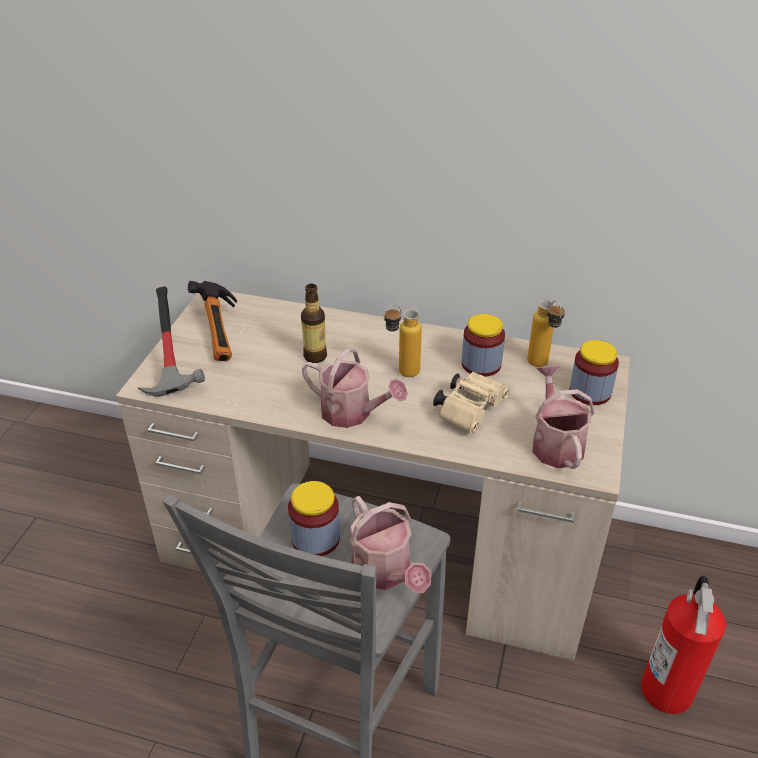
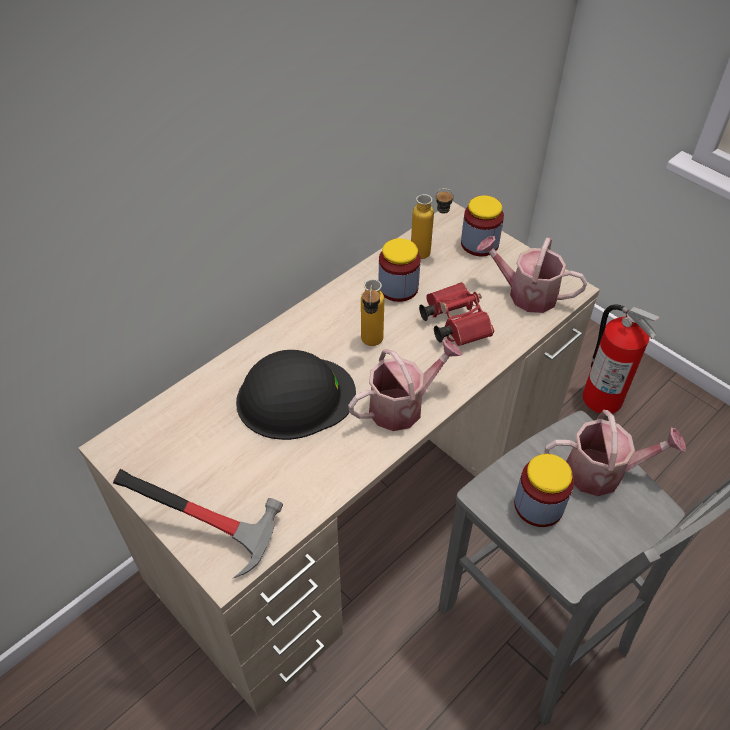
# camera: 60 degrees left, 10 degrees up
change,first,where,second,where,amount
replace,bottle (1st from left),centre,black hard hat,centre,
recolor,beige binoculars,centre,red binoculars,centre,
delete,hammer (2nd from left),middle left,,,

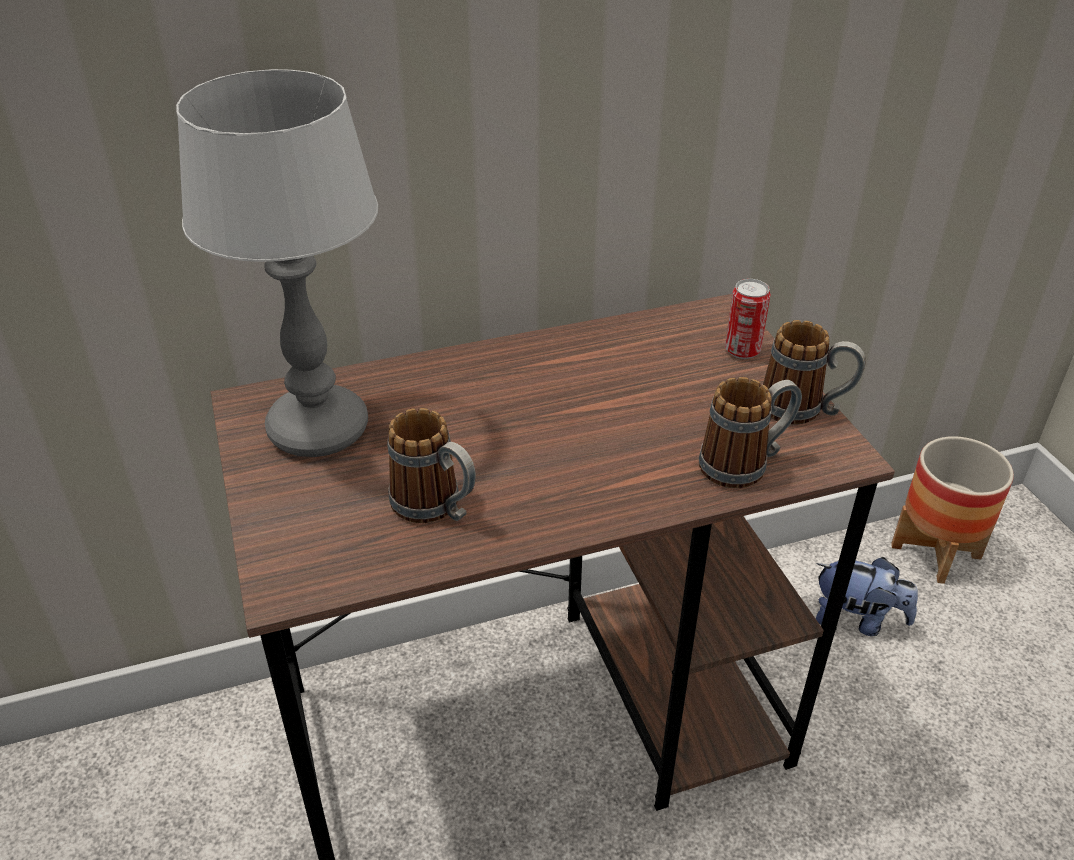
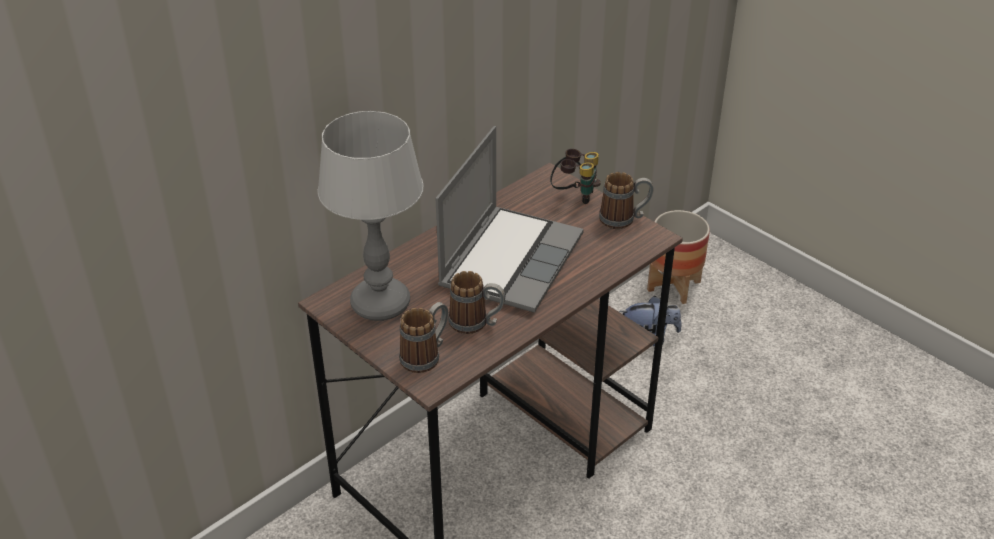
# camera: 25 degrees left, 0 degrees up
change,first,where,second,where,amount
move,mug (2nd from left in the first image),middle right,mug (1st from left),centre,
insert,,,laptop,centre,
replace,can,middle right,binoculars,top centre,

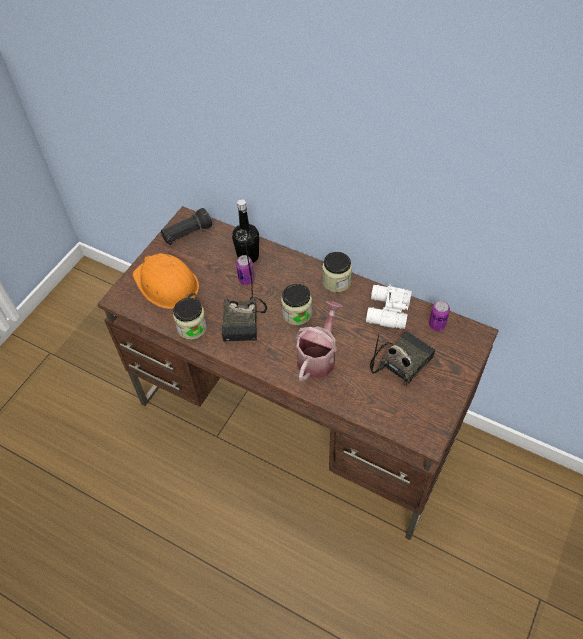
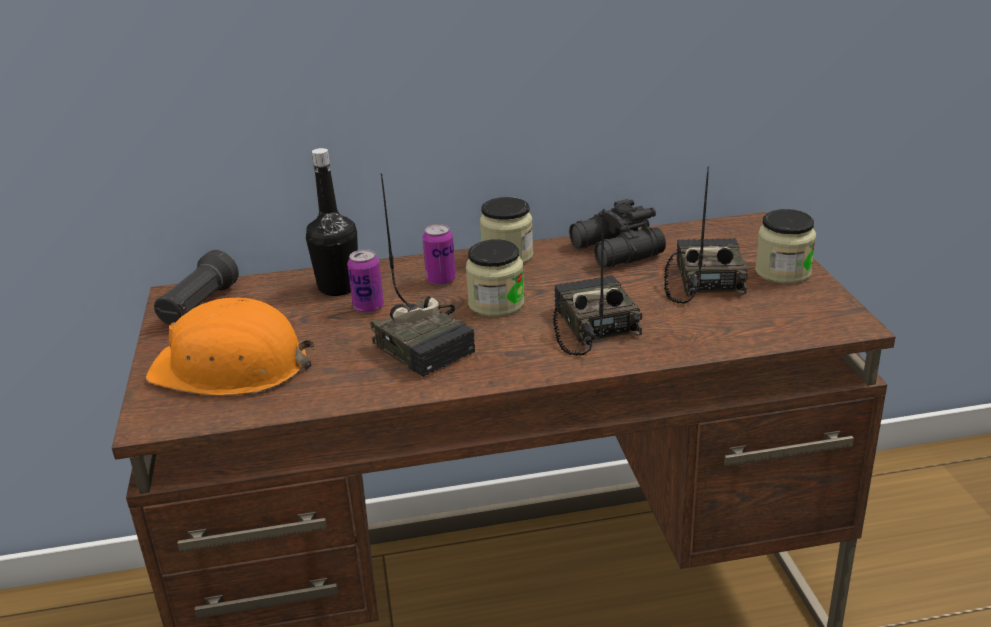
# camera: 40 degrees left, 25 degrees down
change,first,where,second,where,amount
move,can (2nd from left),middle right,,centre,
replace,watering can,centre,radio (2nd from left),centre,
recolor,white binoculars,middle right,black binoculars,centre,
move,jar (1st from left in the first image),middle left,jar (3rd from left),middle right,

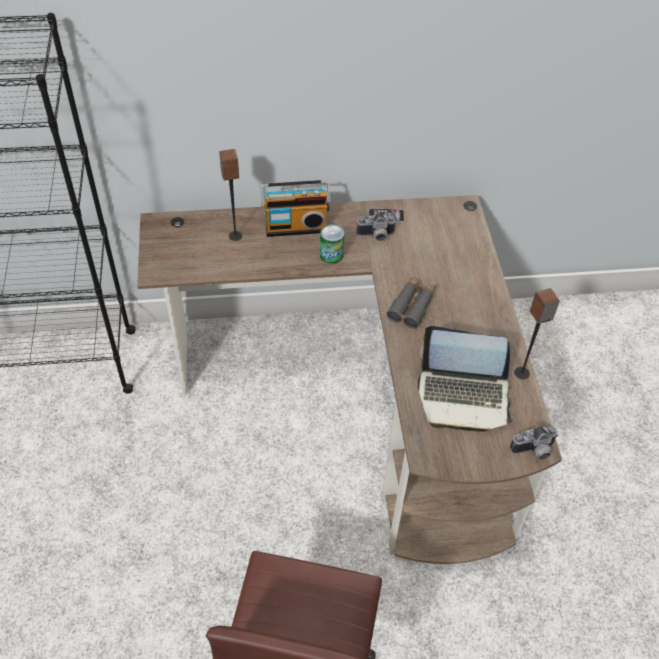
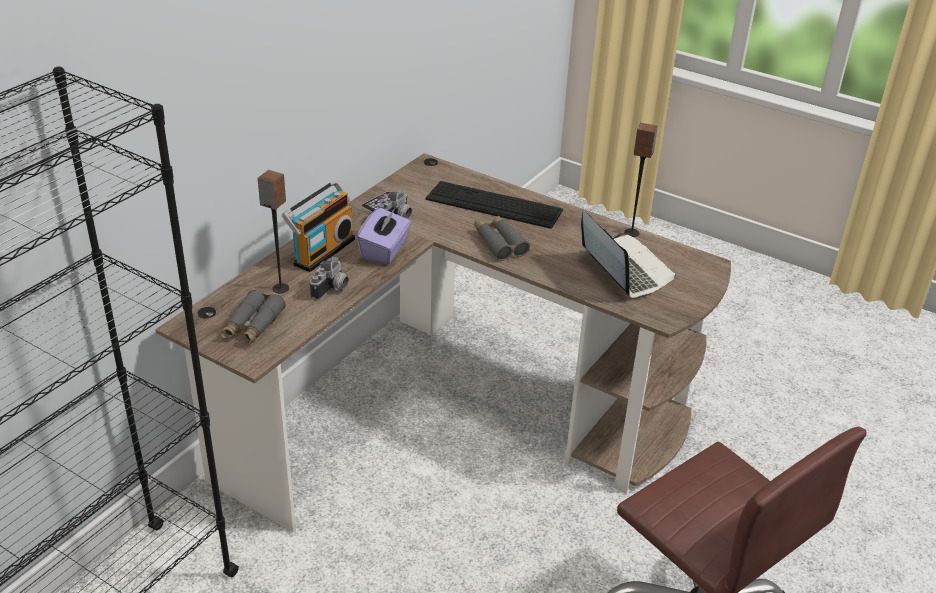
# camera: 50 degrees left, 15 degrees down
change,first,where,second,where,amount
insert,,,grey binoculars (1st from left),middle left,
move,photo camera (2nd from left in the first image),bottom right,photo camera (1st from left),centre,
replace,can,centre,purple tissue box,centre,
insert,,,keyboard,centre,
rotate,laptop,middle right,,middle right,75 degrees counterclockwise

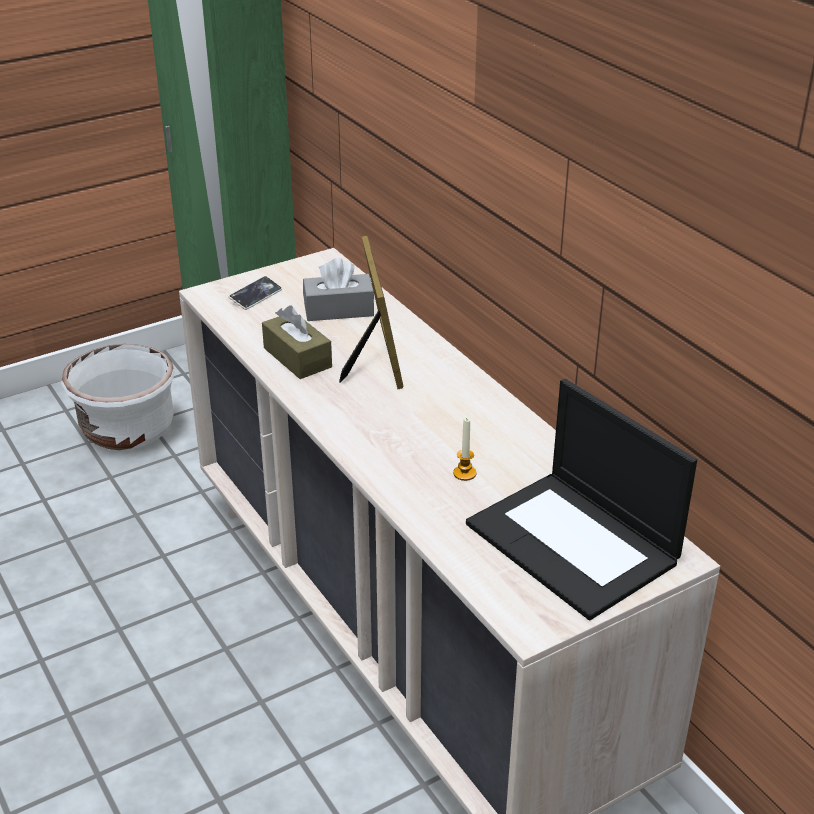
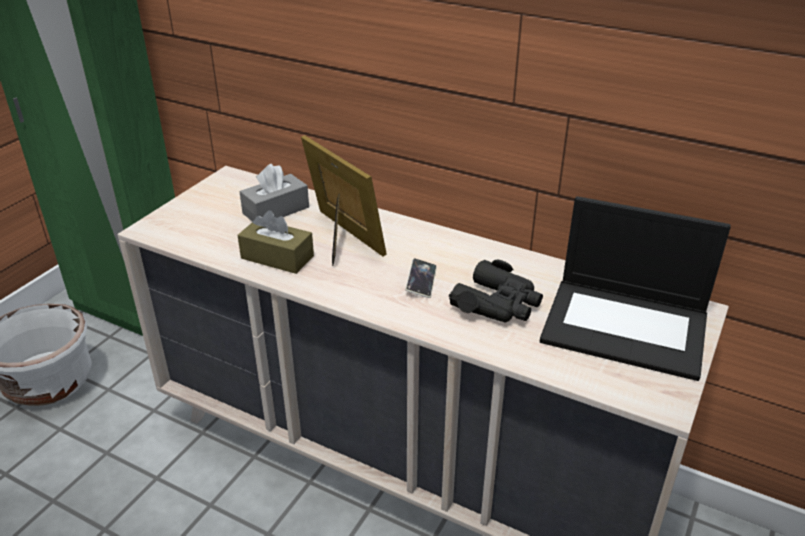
# camera: 30 degrees left, 0 degrees up
change,first,where,second,where,amount
move,phone,middle left,,centre,
replace,candle,centre,black binoculars,centre,

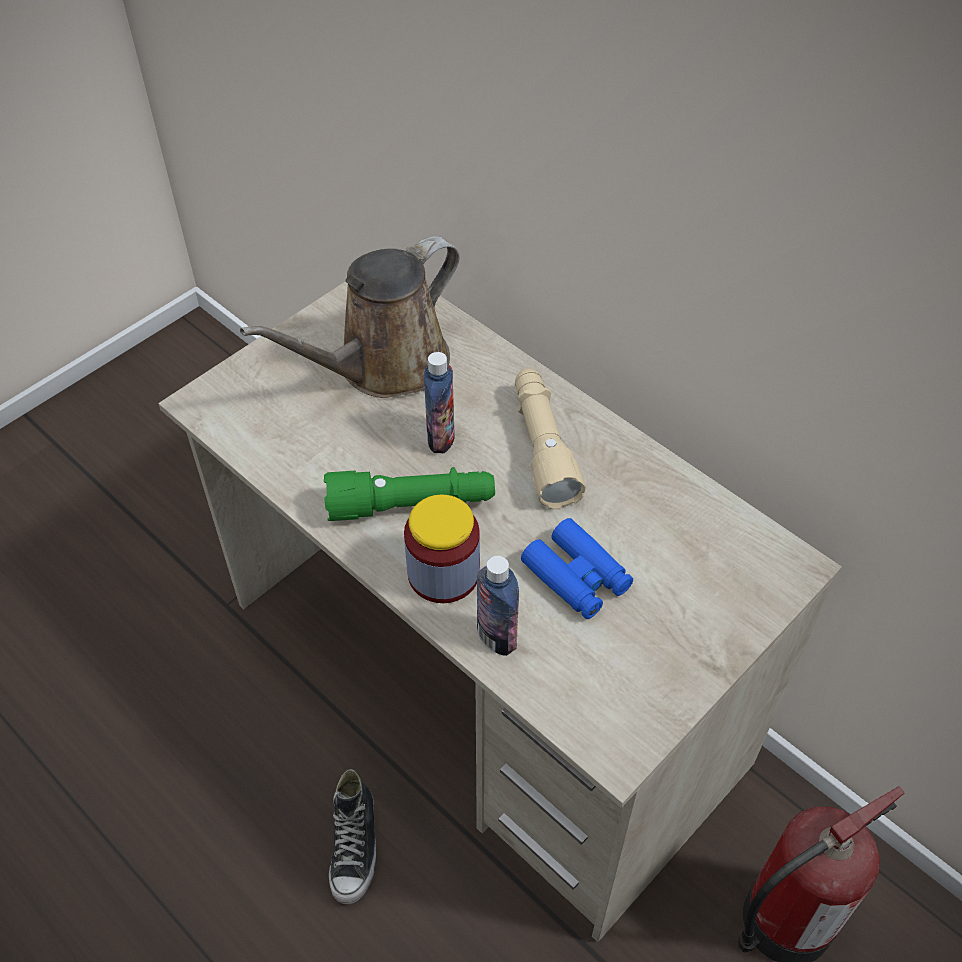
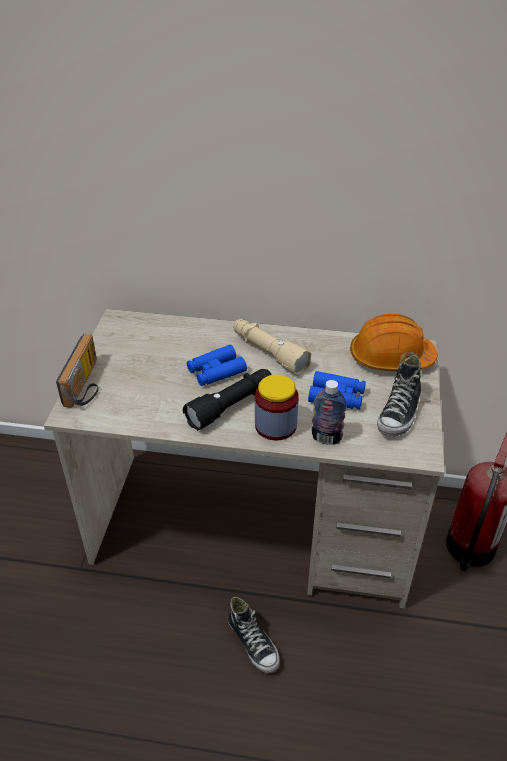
# camera: 35 degrees left, 10 degrees down
change,first,where,second,where,amount
insert,,,radio,middle left,
recolor,green flashlight,centre,black flashlight,centre,
replace,bottle (1st from left),centre,blue binoculars (1st from left),centre,
insert,,,orange hard hat,middle right,
insert,,,shoe (2nd from left),middle right,
delete,brown watering can,top centre,,,

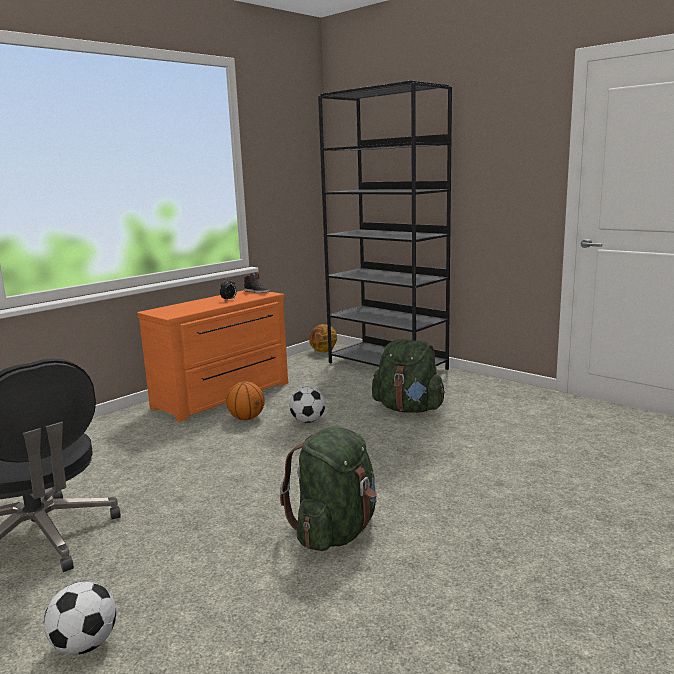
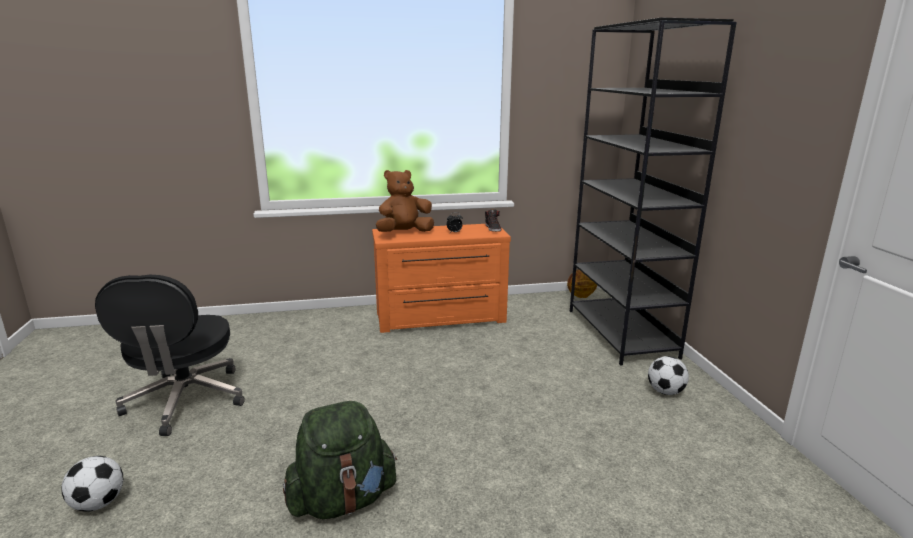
# camera: 35 degrees right, 5 degrees up
change,first,where,second,where,amount
insert,,,brown plush toy,centre,
move,football (2nd from left),centre,,bottom right,
delete,basketball (1st from left),centre,,,
delete,green backpack (2nd from left),centre,,,

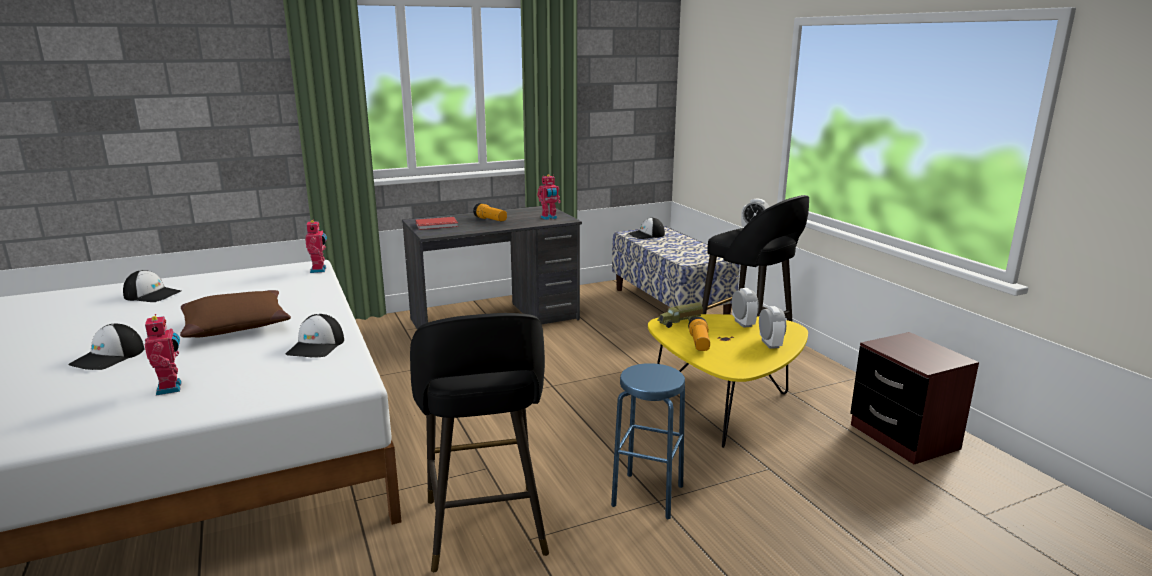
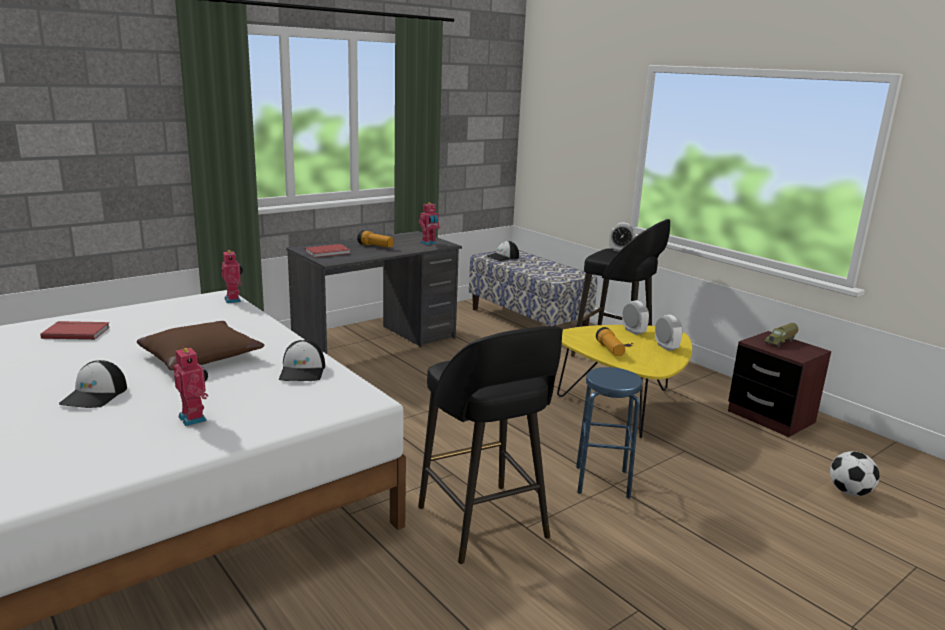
# camera: 15 degrees left, 0 degrees up
change,first,where,second,where,amount
replace,cap (2nd from left),middle left,red book (1st from left),middle left,
move,toy truck,centre,,middle right,
insert,,,football,bottom right,

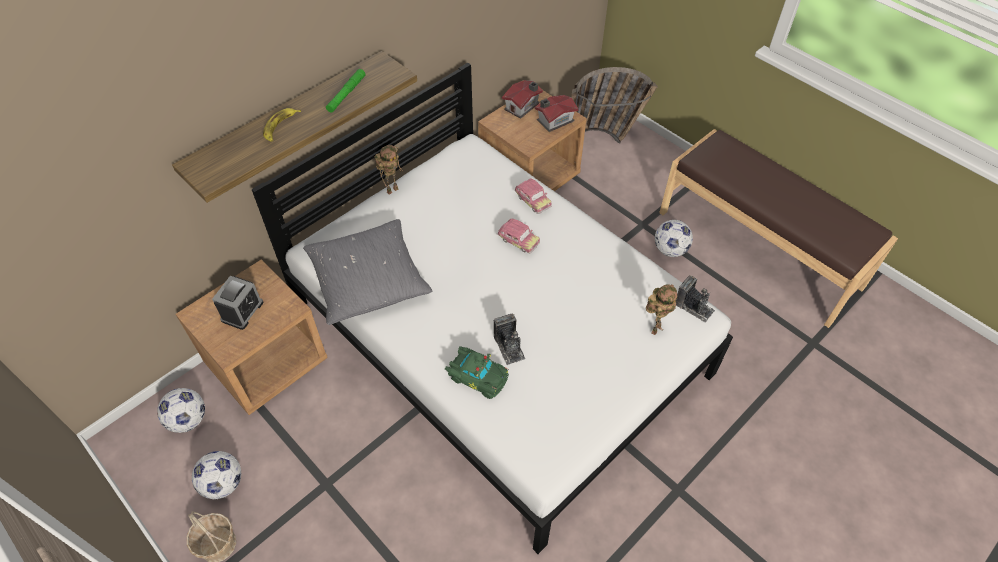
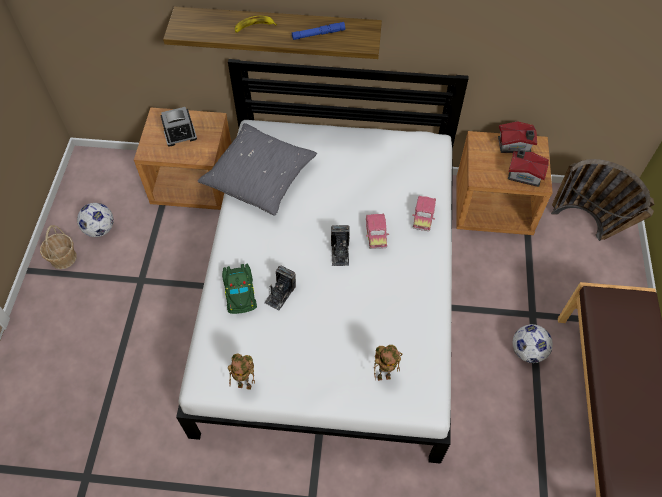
# camera: 50 degrees right, 5 degrees up
change,first,where,second,where,amount
move,toy robot (1st from left),top centre,,bottom centre,
recolor,green flashlight,top centre,blue flashlight,top centre,
move,photo camera (2nd from left),middle right,,centre,
delete,football (1st from left),bottom left,,,

